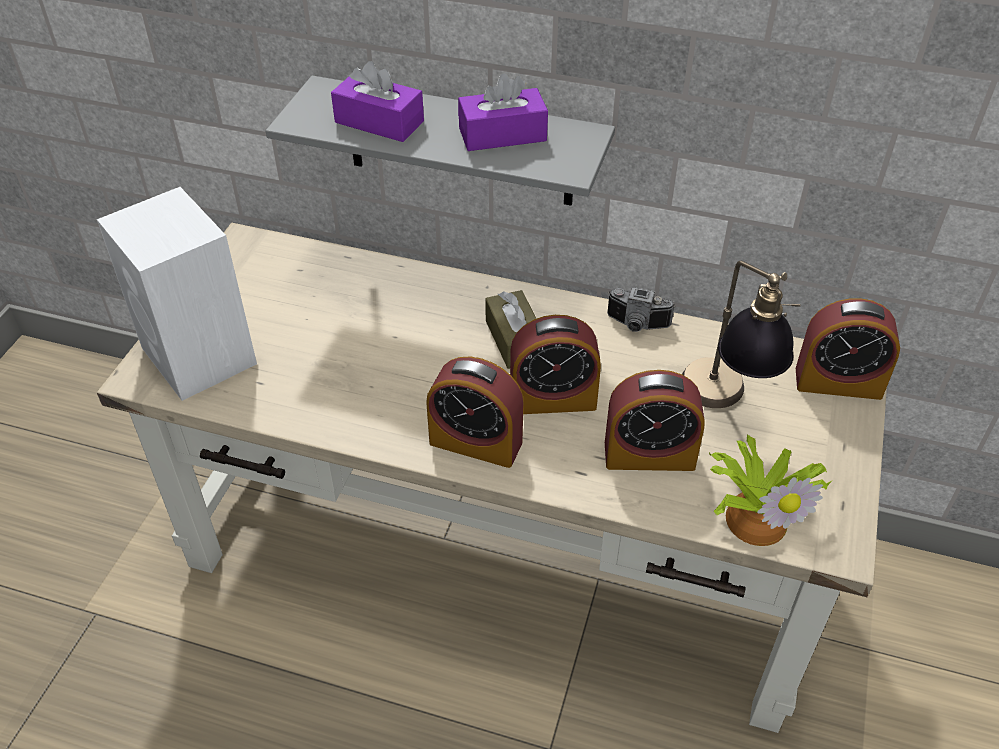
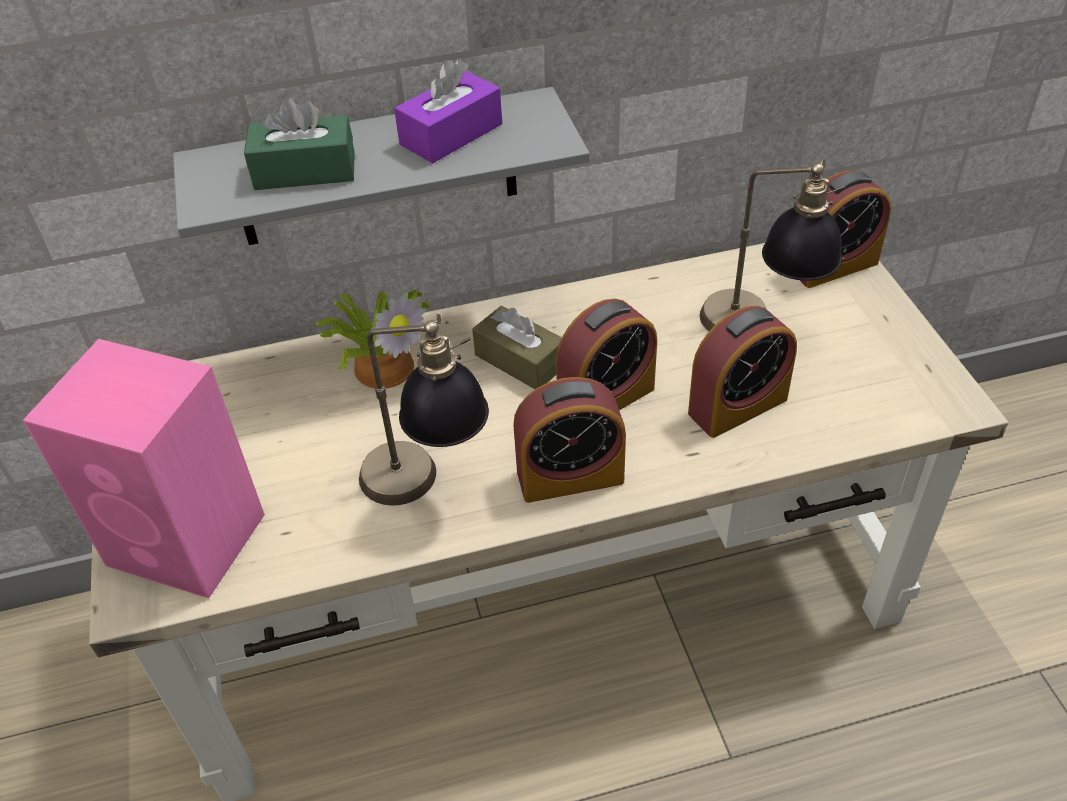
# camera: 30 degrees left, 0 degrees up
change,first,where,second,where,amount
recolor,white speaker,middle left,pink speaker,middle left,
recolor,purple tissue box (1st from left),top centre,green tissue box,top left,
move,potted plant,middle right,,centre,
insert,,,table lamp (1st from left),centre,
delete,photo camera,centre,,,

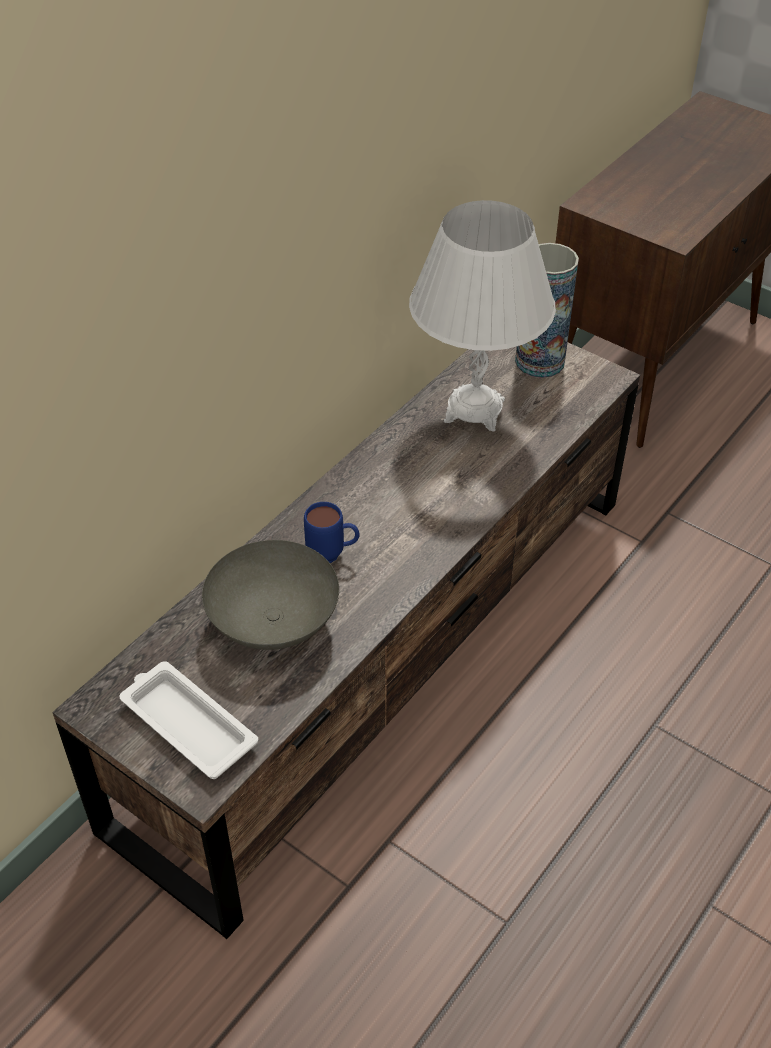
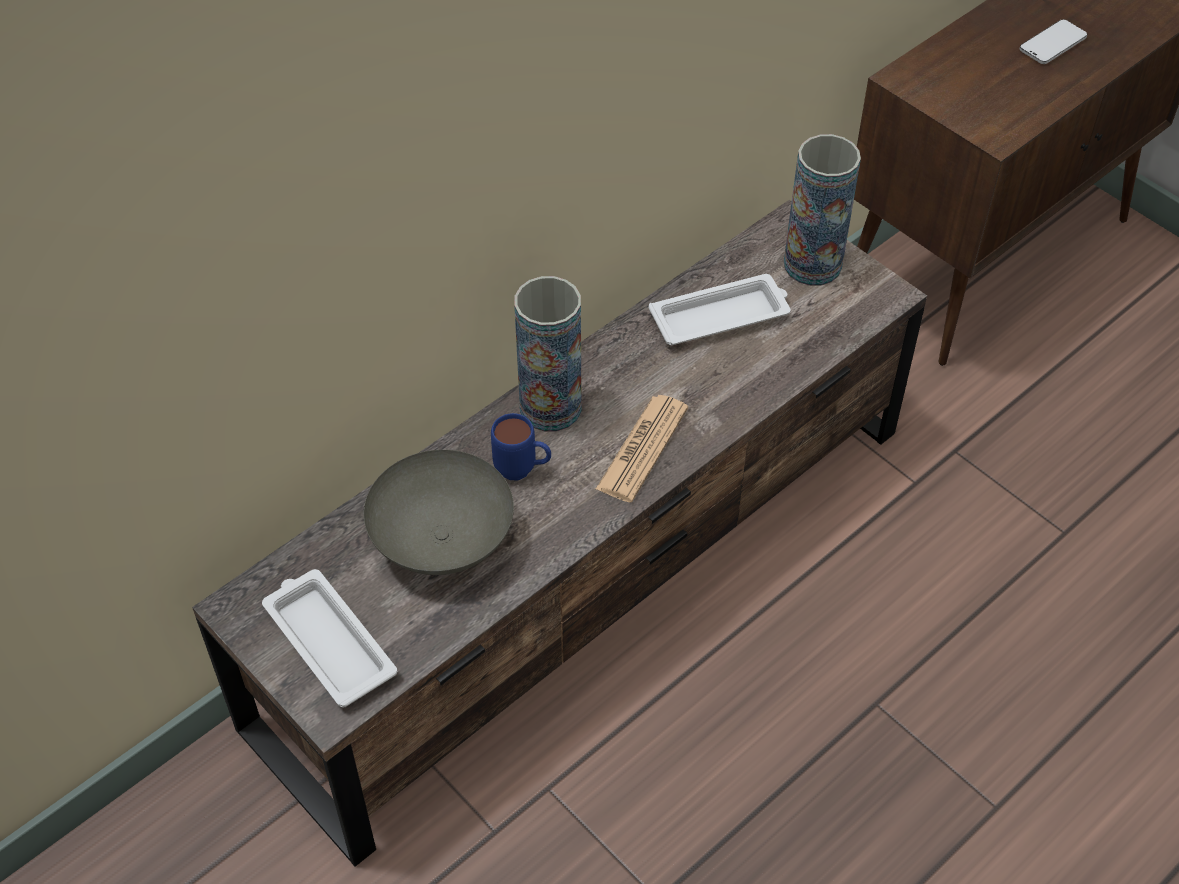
# camera: 10 degrees right, 5 degrees up
change,first,where,second,where,amount
insert,,,vase (1st from left),centre,
insert,,,newspaper,centre,
replace,white table lamp,top centre,white tray (2nd from left),centre,
insert,,,phone,top right,

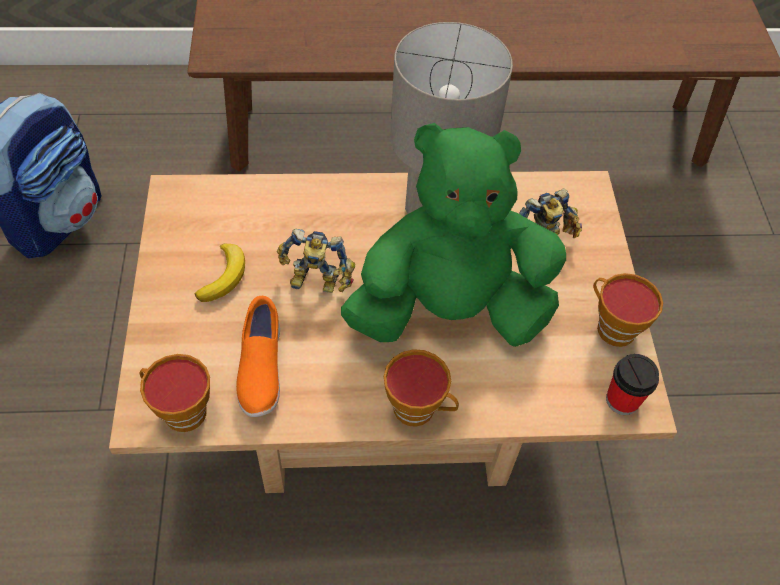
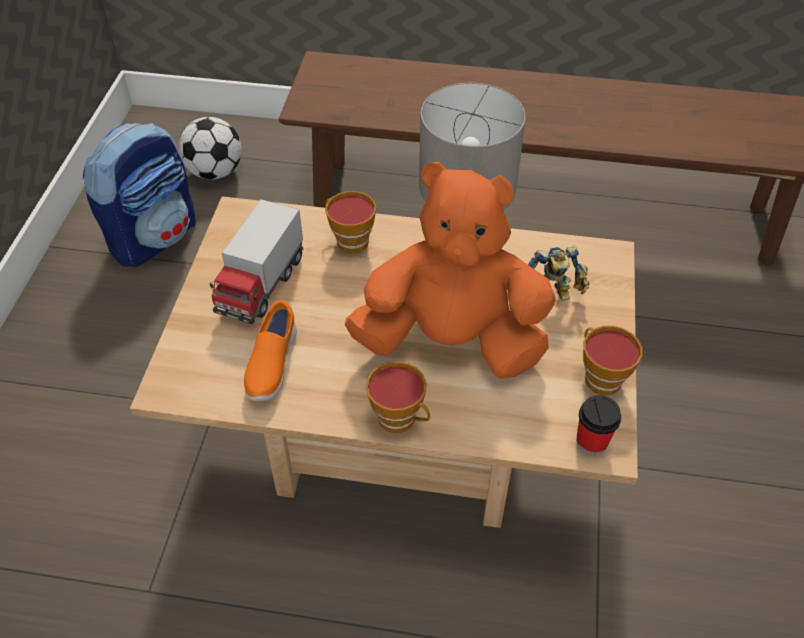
# camera: 15 degrees right, 5 degrees down
change,first,where,second,where,amount
insert,,,football,top left,
replace,banana,middle left,toy truck,middle left,
move,cup (1st from left),bottom left,,centre,
recolor,green plush toy,centre,orange plush toy,centre,
delete,toy robot (1st from left),centre,,,

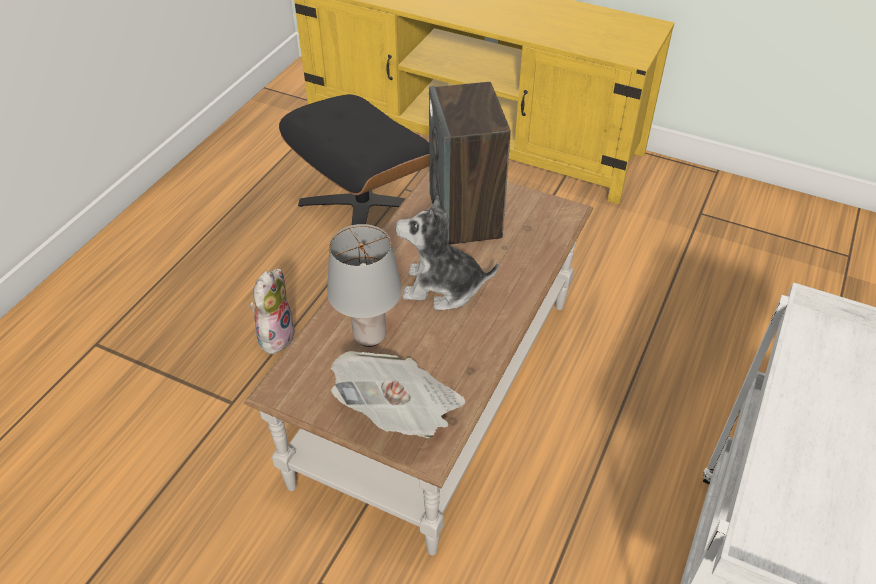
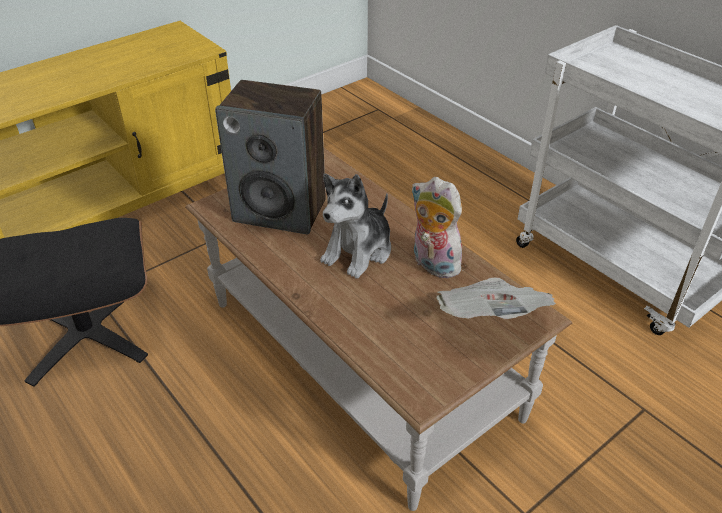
# camera: 65 degrees left, 5 degrees down
change,first,where,second,where,amount
move,plush toy (1st from left in the first image),middle left,plush toy (2nd from left),centre,
delete,grey table lamp,centre,,,

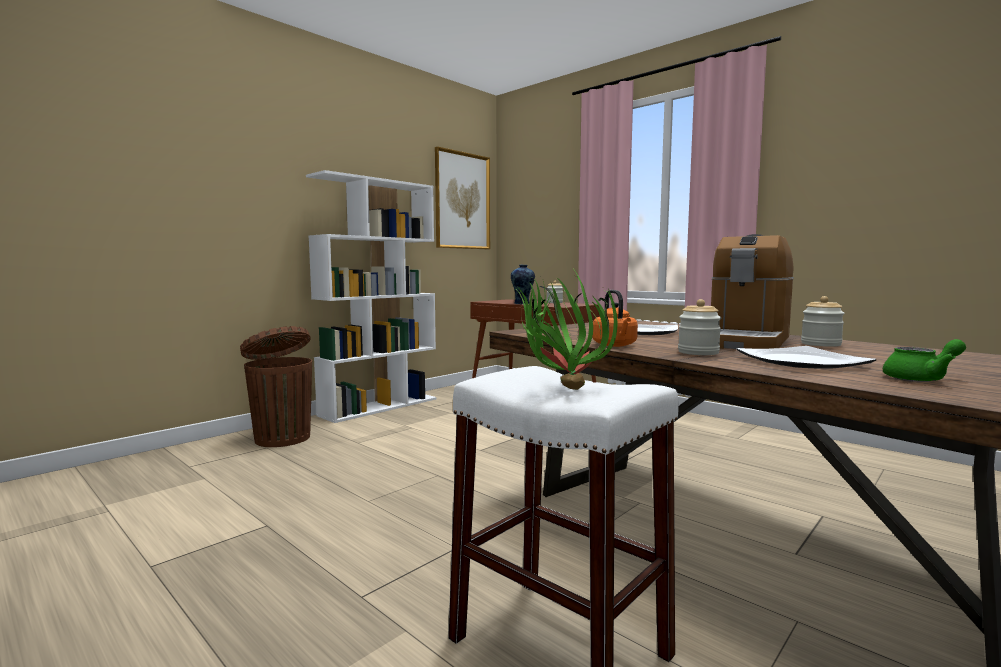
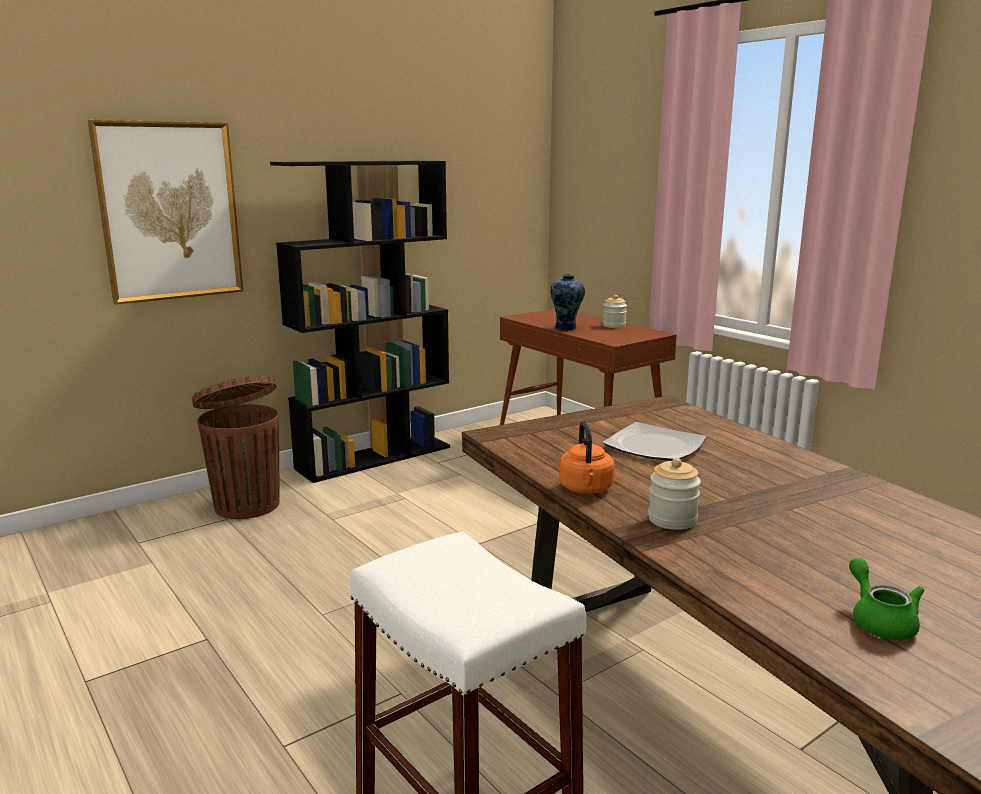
# camera: 10 degrees right, 10 degrees up
change,first,where,second,where,amount
move,picture,top centre,,top left,
recolor,white bookcase,centre,black bookcase,centre,
rotate,green teapot,middle right,,bottom right,105 degrees counterclockwise
delete,potted plant,centre,,,
delete,coffee machine,middle right,,,
delete,plate (2nd from left),middle right,,,
delete,jar (3rd from left),middle right,,,

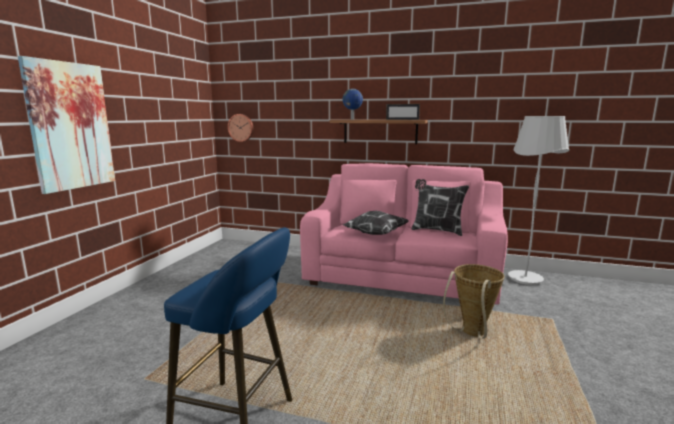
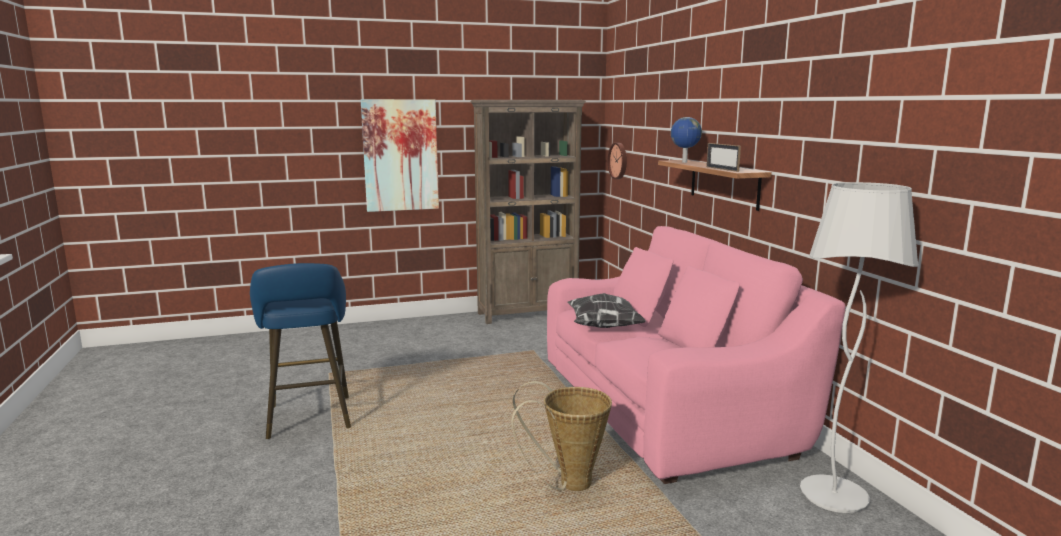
# camera: 55 degrees right, 0 degrees up
change,first,where,second,where,amount
insert,,,brown bookcase,centre,
delete,pillow (2nd from left),centre,,,

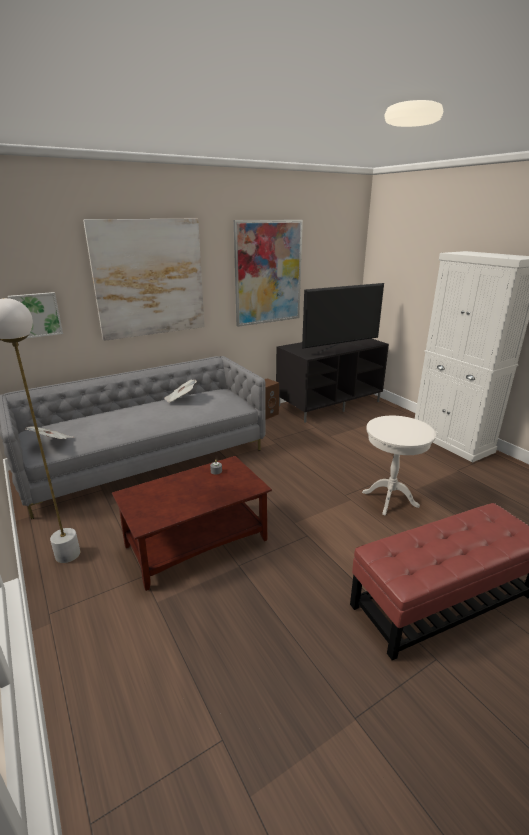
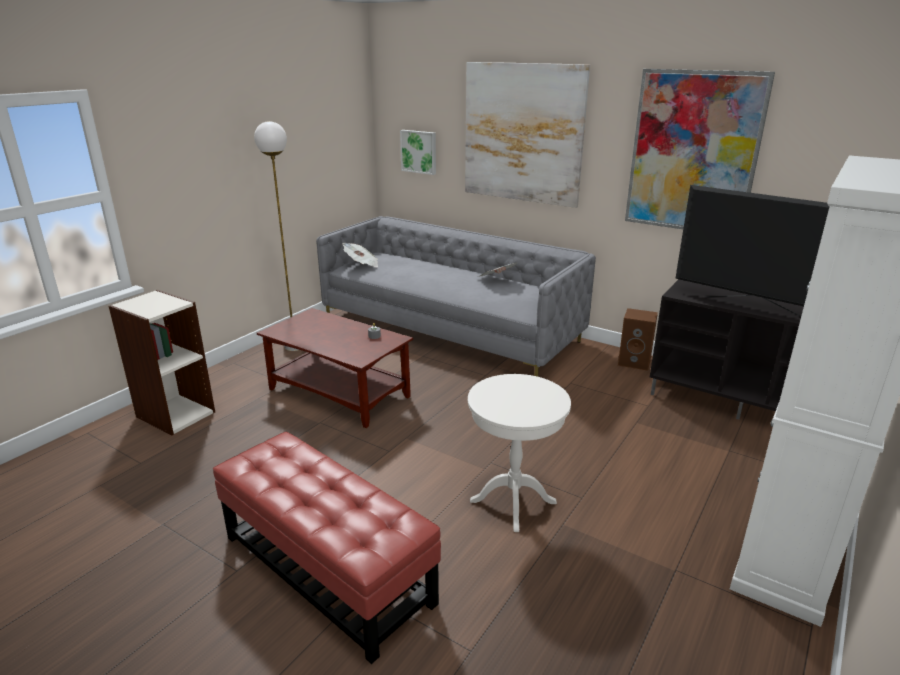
# camera: 65 degrees right, 0 degrees up
change,first,where,second,where,amount
insert,,,bookcase,middle left,

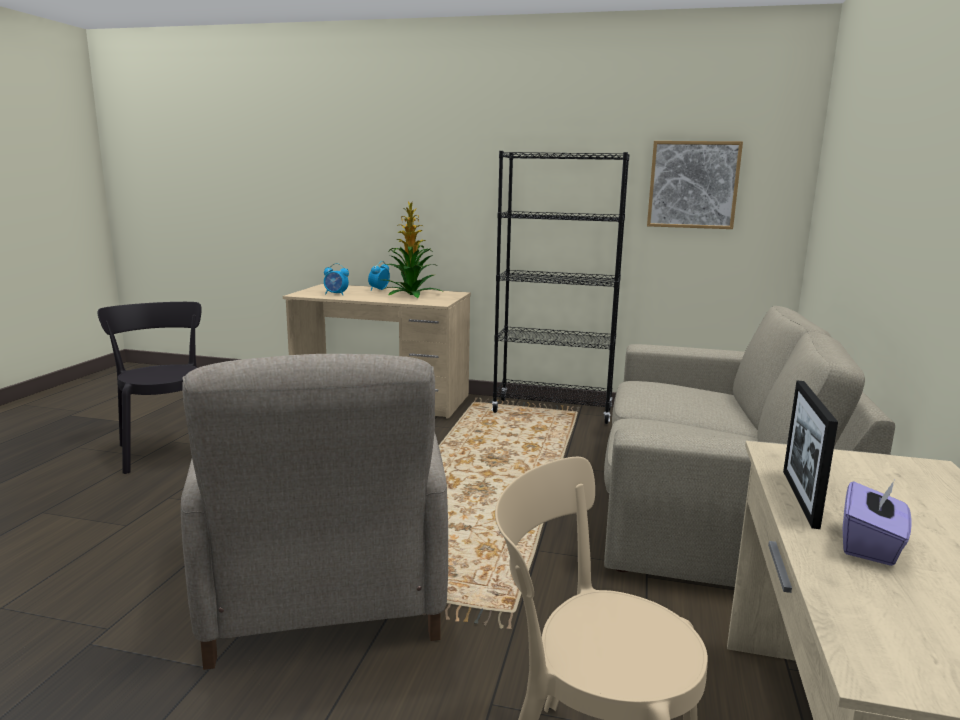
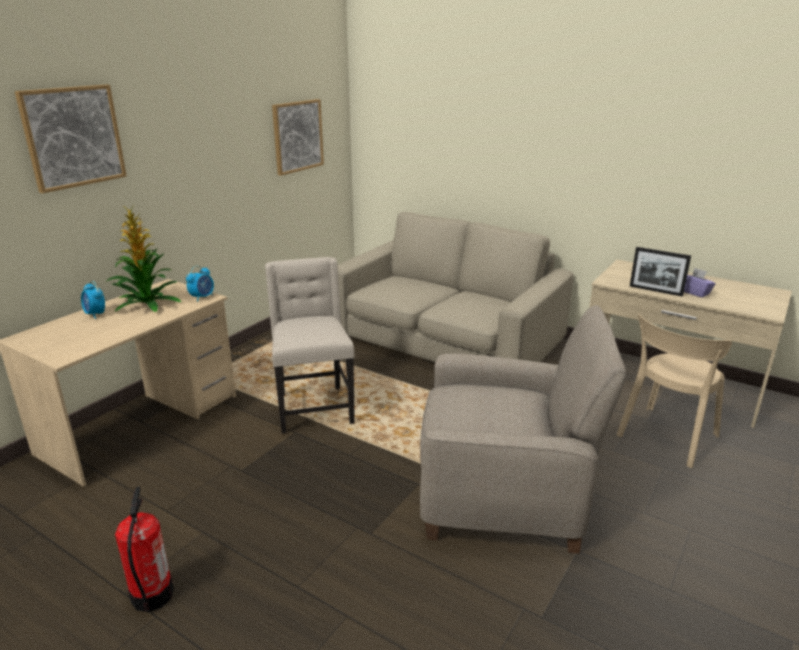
# camera: 70 degrees left, 10 degrees up
change,first,where,second,where,amount
insert,,,picture (1st from left),top left,
replace,black chair,middle left,fire extinguisher,bottom left,
move,alarm clock (1st from left in the first image),centre,alarm clock (2nd from left),middle left,
insert,,,beige chair (1st from left),centre,
delete,black bookcase,centre,,,

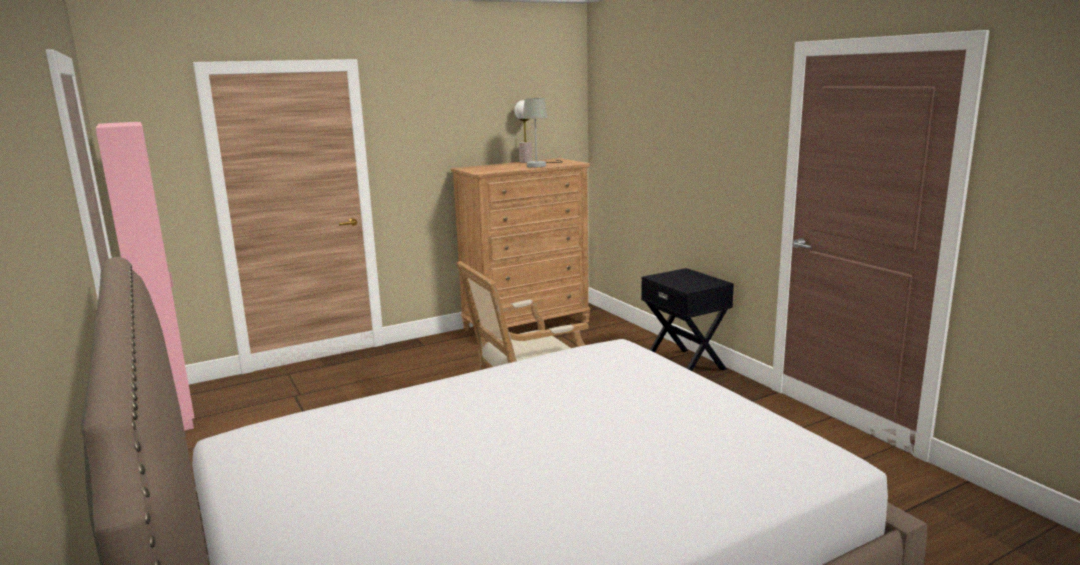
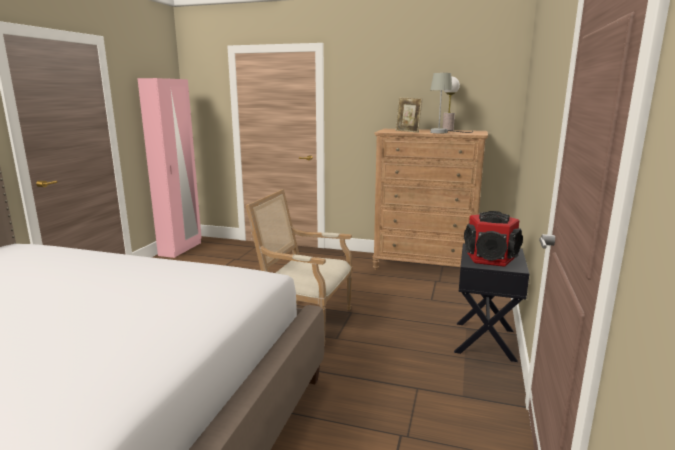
# camera: 45 degrees right, 0 degrees up
change,first,where,second,where,amount
insert,,,picture frame,top centre,
insert,,,speaker,middle right,

